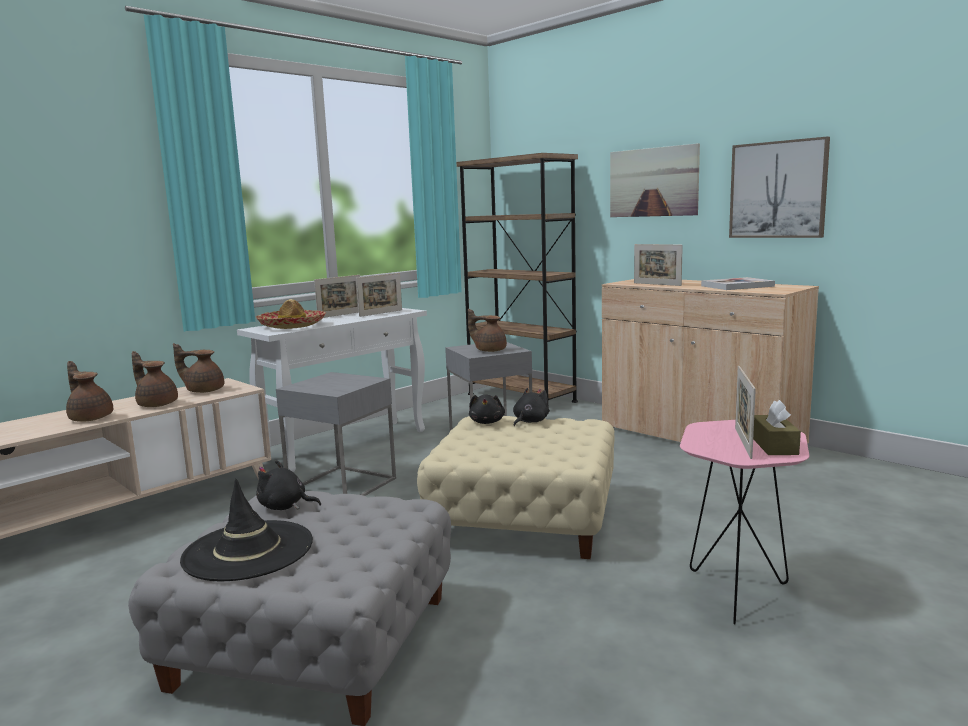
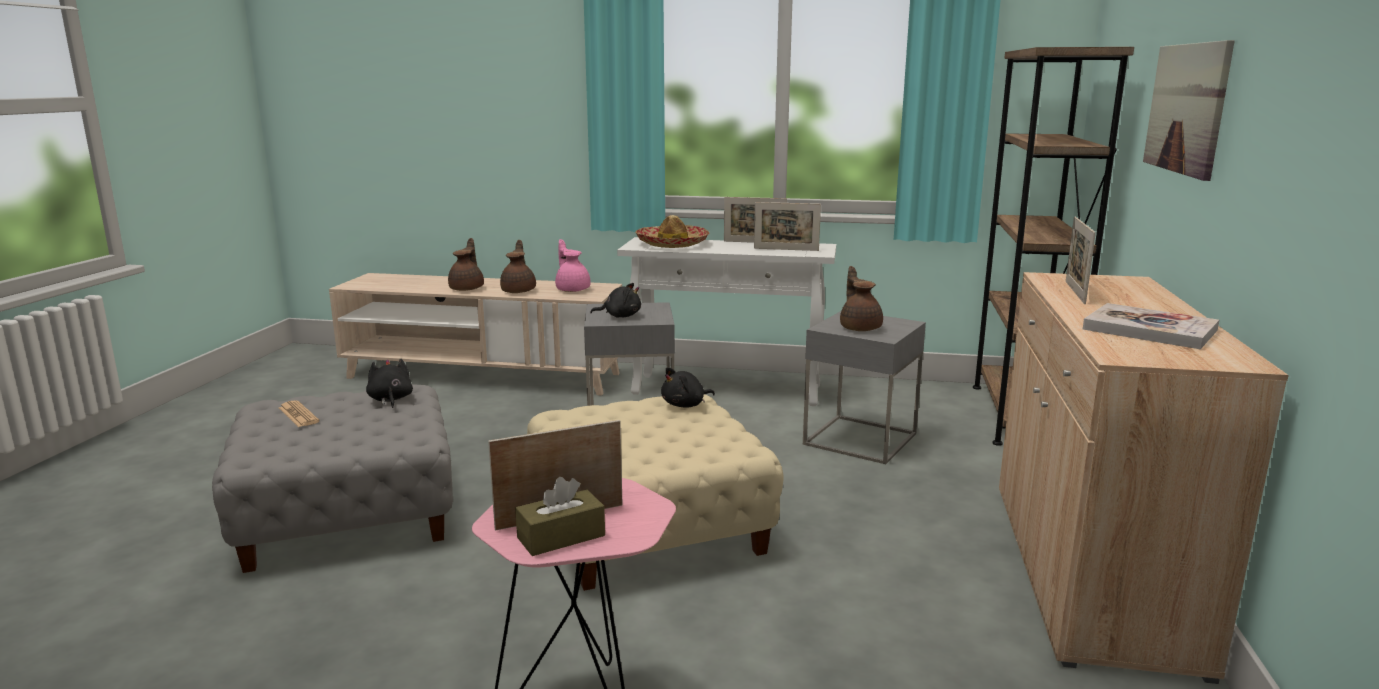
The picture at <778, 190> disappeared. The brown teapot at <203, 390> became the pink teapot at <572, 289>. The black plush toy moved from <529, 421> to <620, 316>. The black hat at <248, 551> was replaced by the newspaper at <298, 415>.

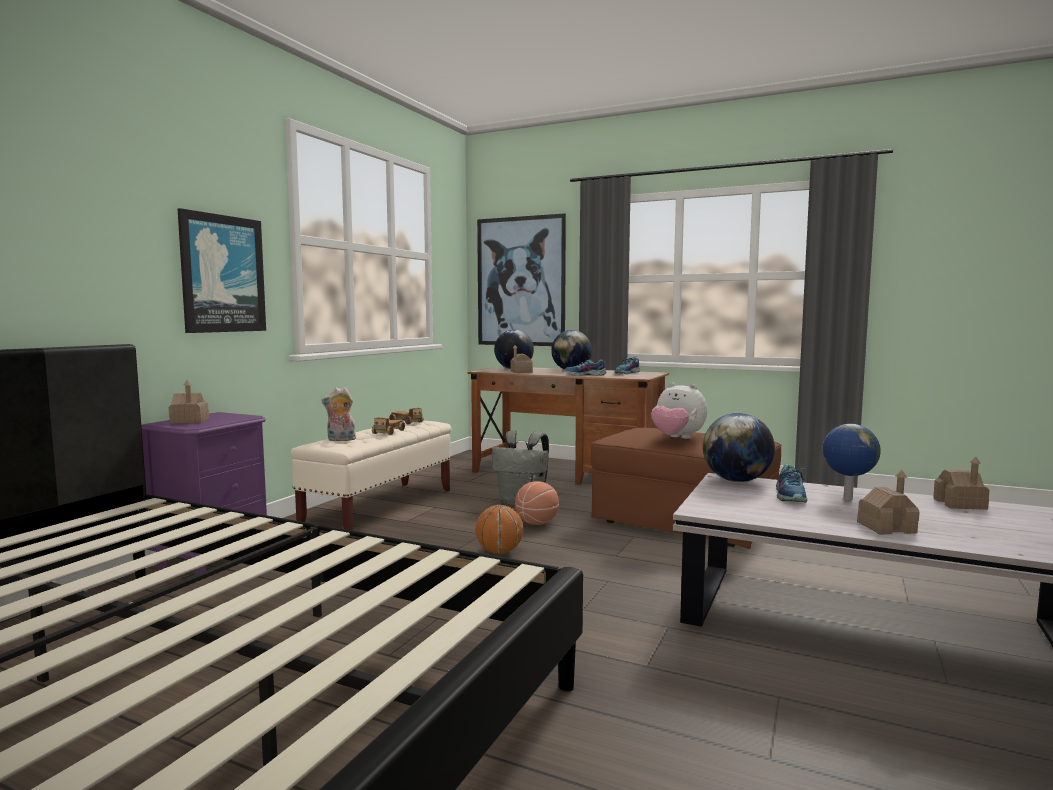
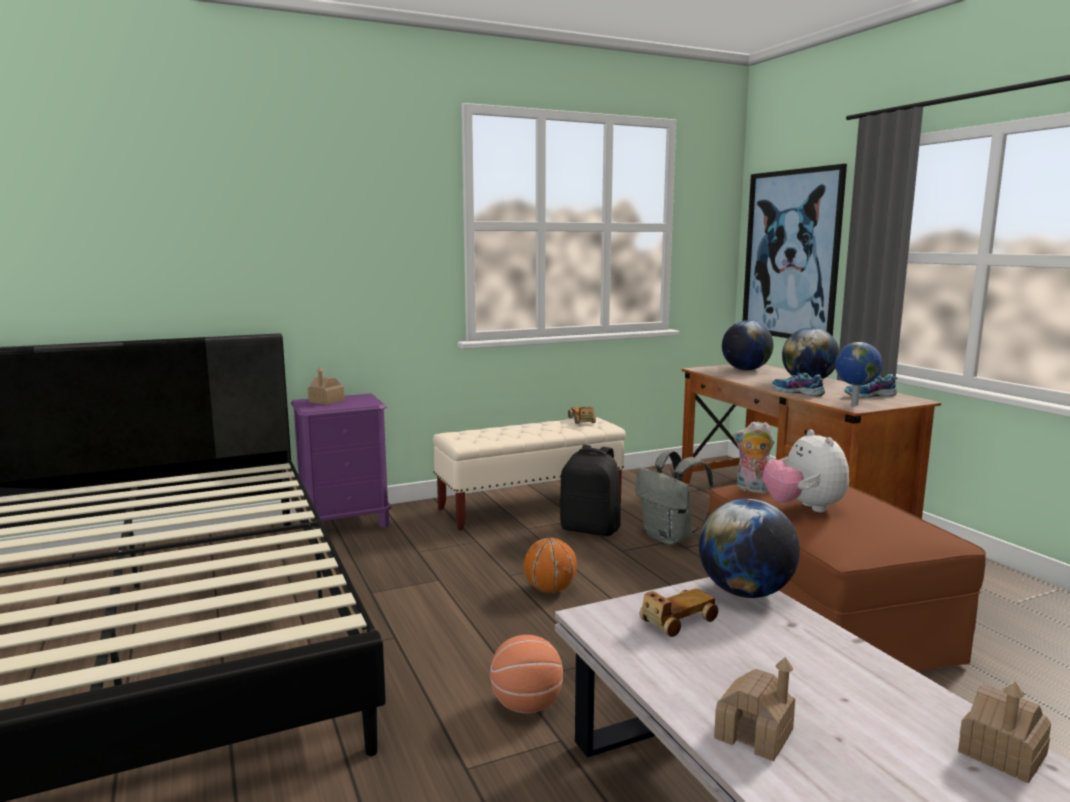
The picture at <222, 274> disappeared. The toy house at <521, 372> disappeared. The plush toy moved from <340, 440> to <753, 490>. The toy car moved from <388, 432> to <677, 621>. The globe moved from <847, 499> to <853, 404>. The shoe at <791, 496> disappeared. The basketball moved from <537, 523> to <527, 705>. The black backpack at <590, 529> appeared.

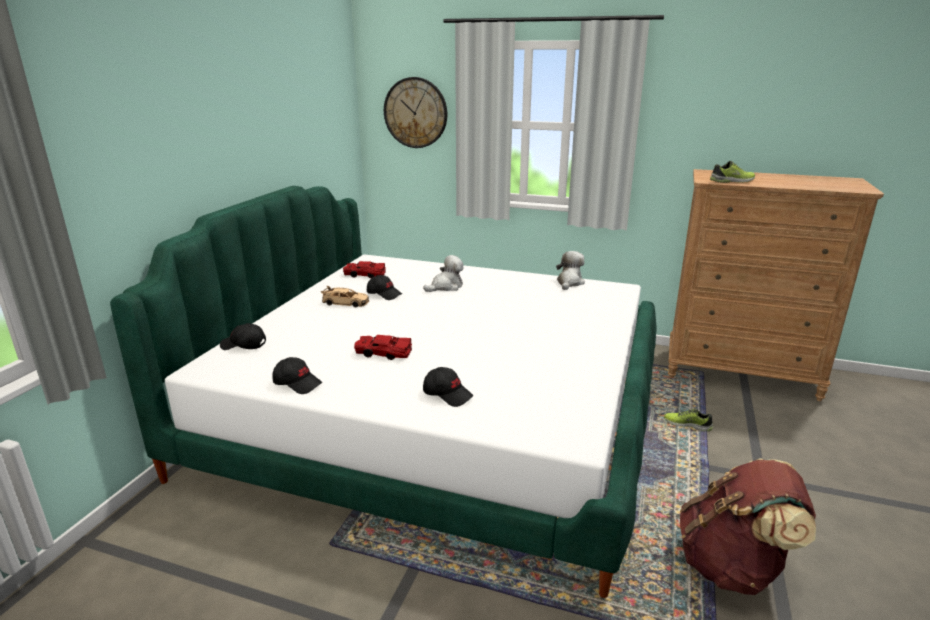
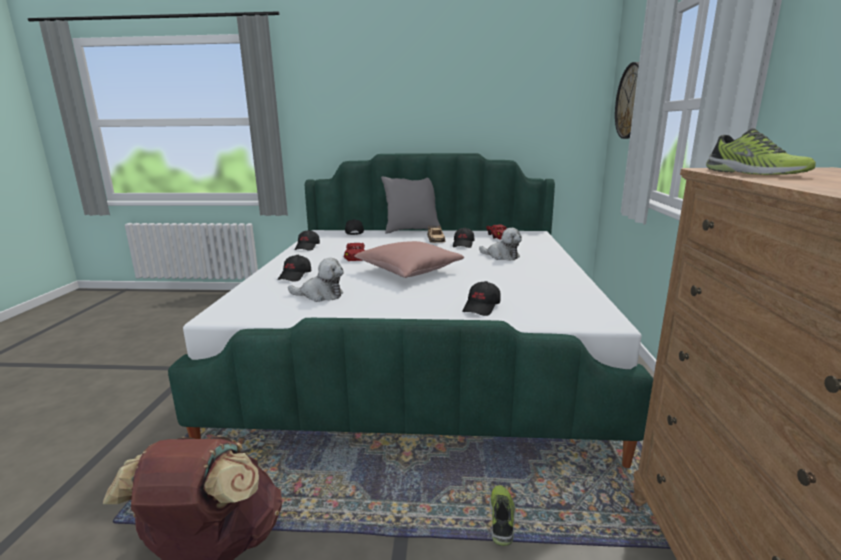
The plush toy moved from <569, 282> to <320, 295>. The grey pillow at <412, 230> appeared. The pink pillow at <409, 271> appeared. The black cap at <482, 307> appeared.

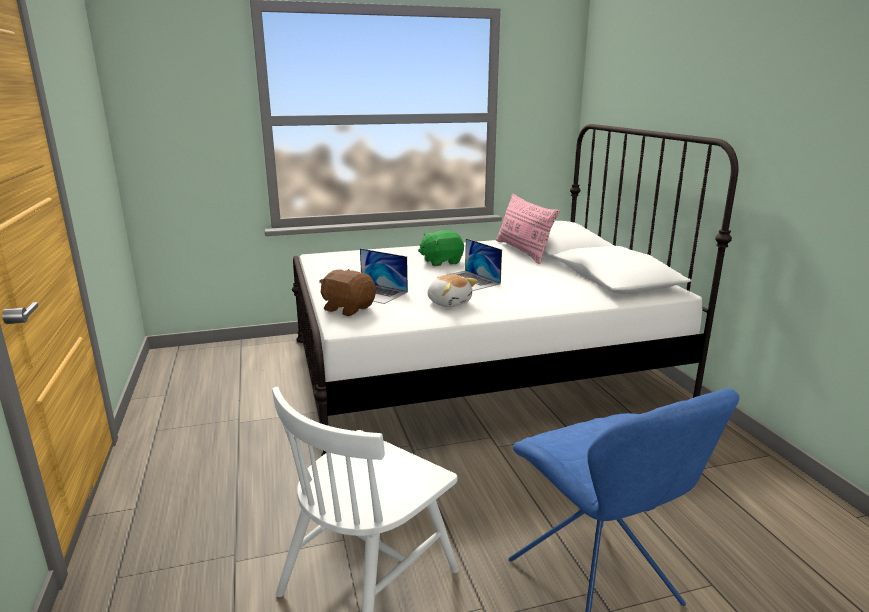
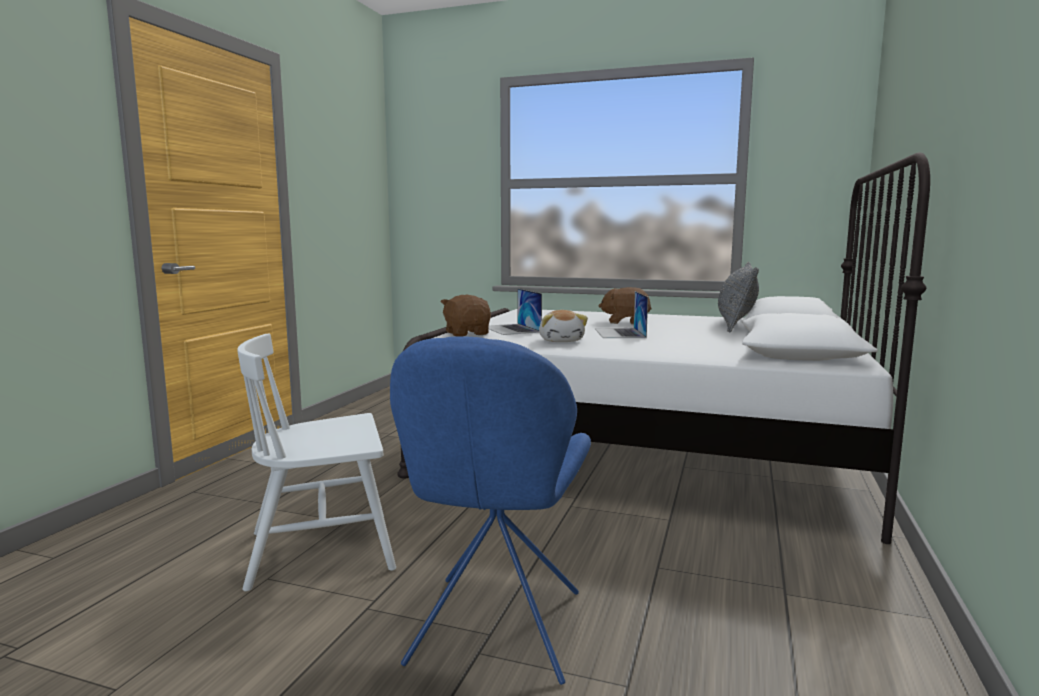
The pink pillow at <522, 251> became the grey pillow at <736, 325>. The green plush toy at <441, 262> became the brown plush toy at <625, 322>.

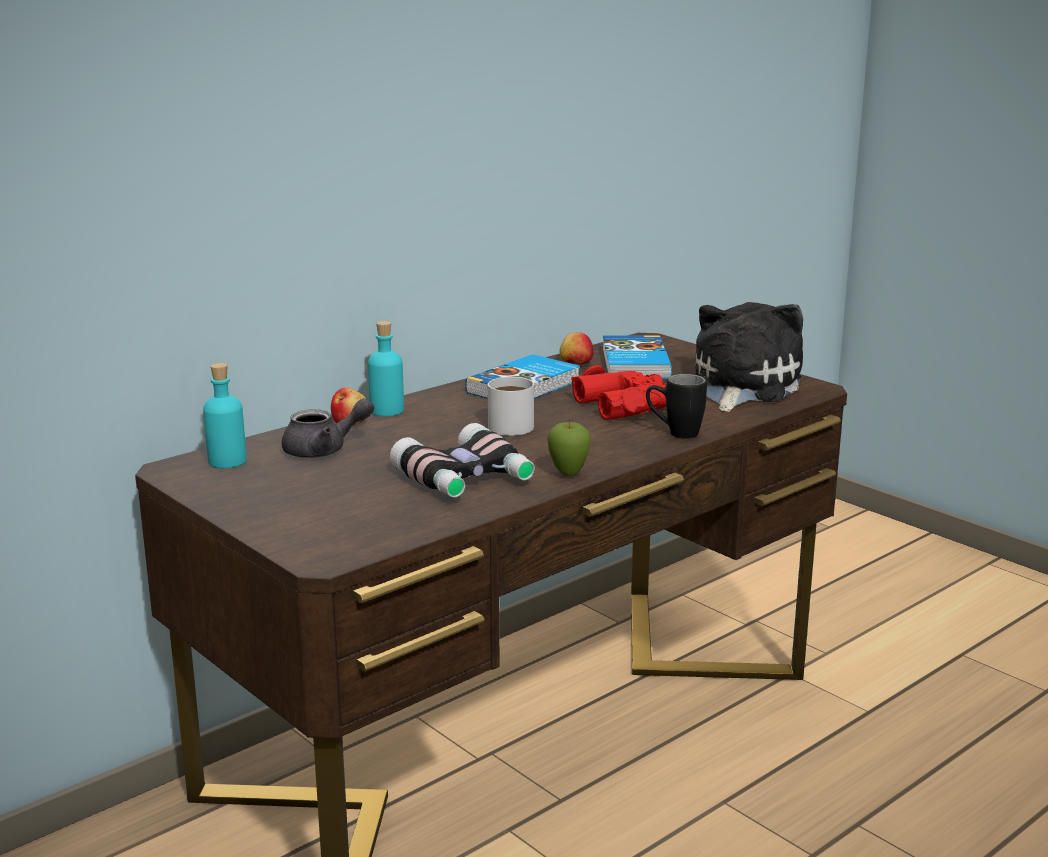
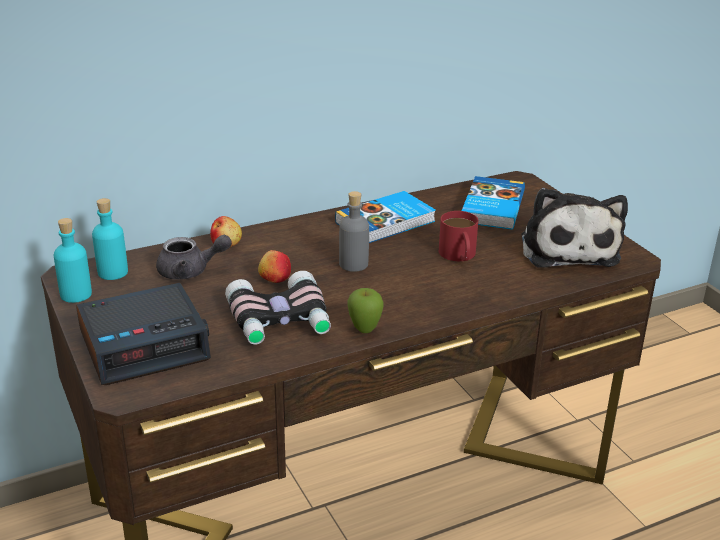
The plush toy at <740, 387> turned 135 degrees clockwise. The turquoise bottle moved from <387, 410> to <76, 294>. The apple moved from <576, 364> to <275, 279>. The red binoculars at <627, 405> was replaced by the red mug at <459, 256>. The black mug at <674, 433> disappeared. The white mug at <514, 424> was replaced by the grey bottle at <353, 264>. The alarm clock at <145, 344> appeared.

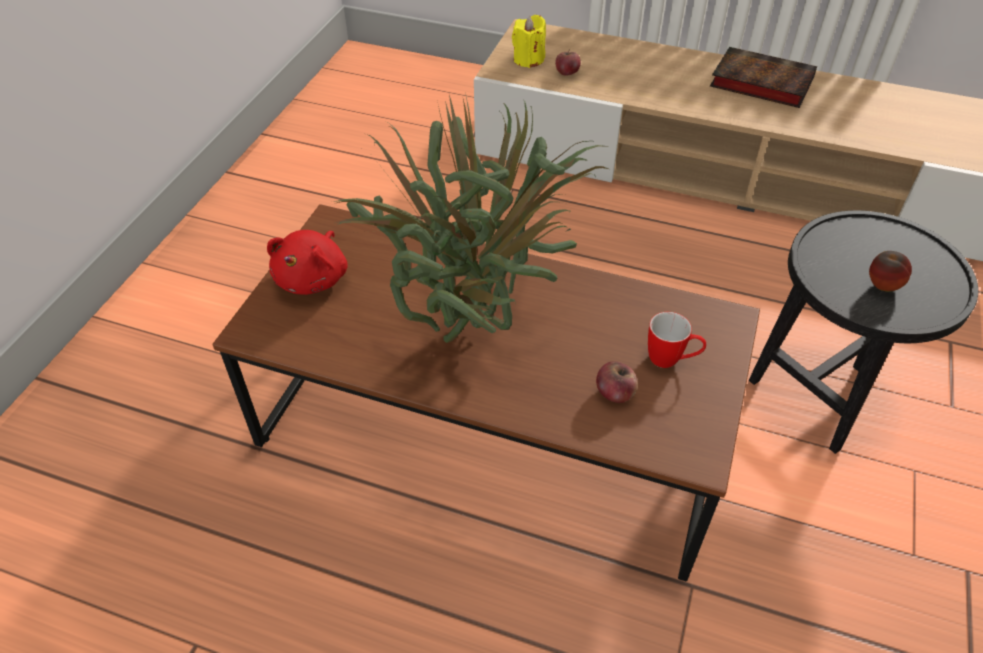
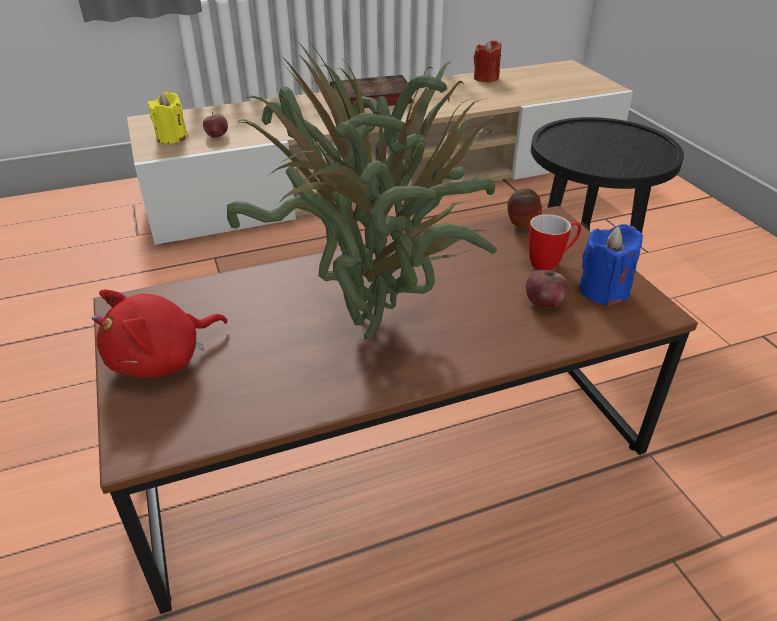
The red plush toy at <314, 278> turned 75 degrees clockwise. The apple moved from <881, 287> to <521, 227>. The red candle at <486, 78> appeared. The blue candle at <603, 291> appeared.

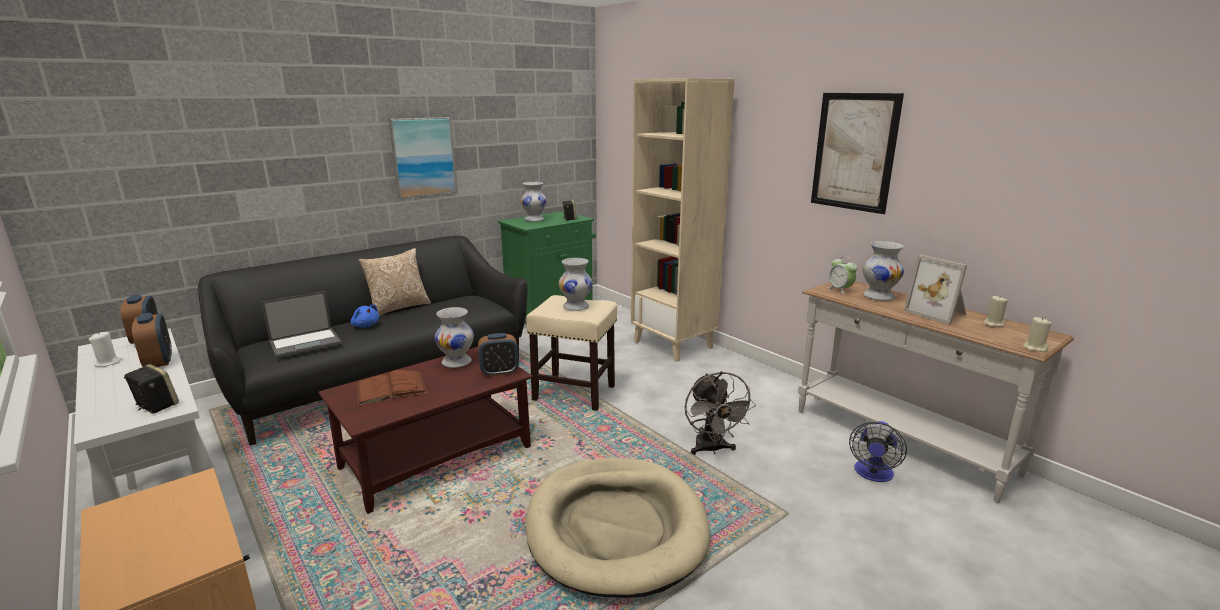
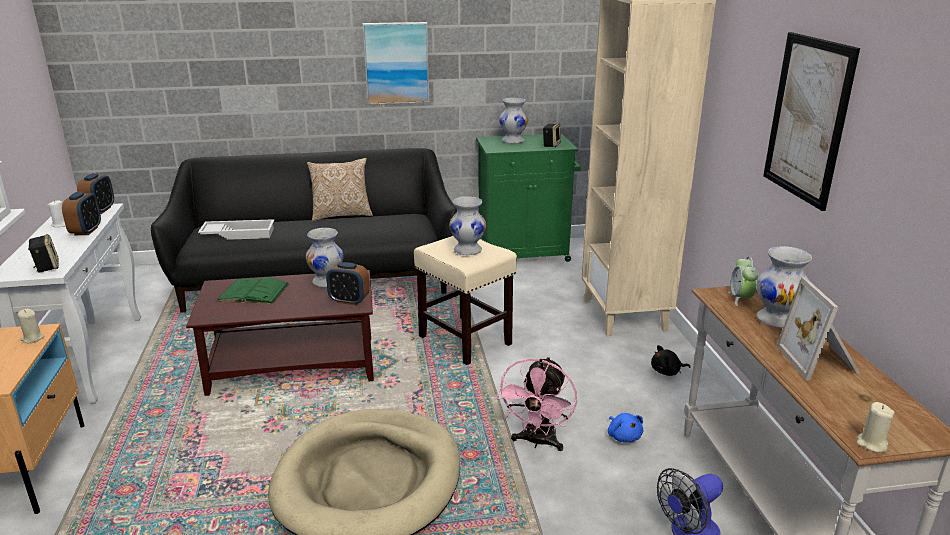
The laptop at <306, 343> was replaced by the white tray at <239, 234>. The beige candle moved from <993, 324> to <32, 339>. The blue plush toy moved from <365, 325> to <623, 436>. The brown book at <391, 388> became the green book at <253, 292>. The grey fan at <712, 449> became the pink fan at <537, 442>. The black plush toy at <667, 372> appeared.

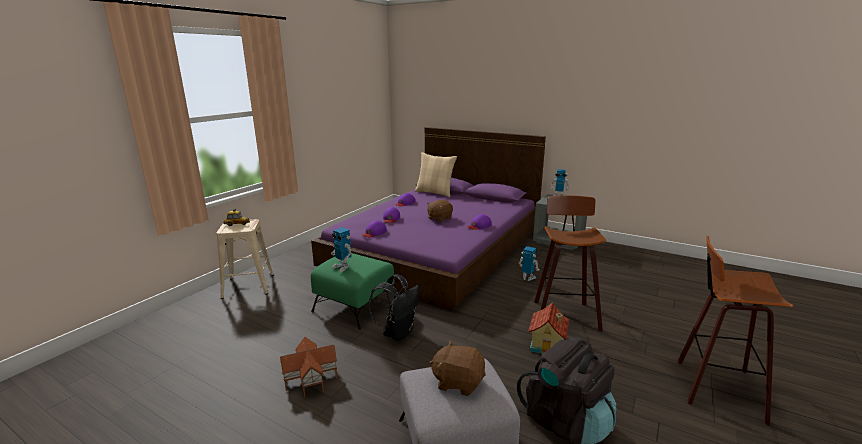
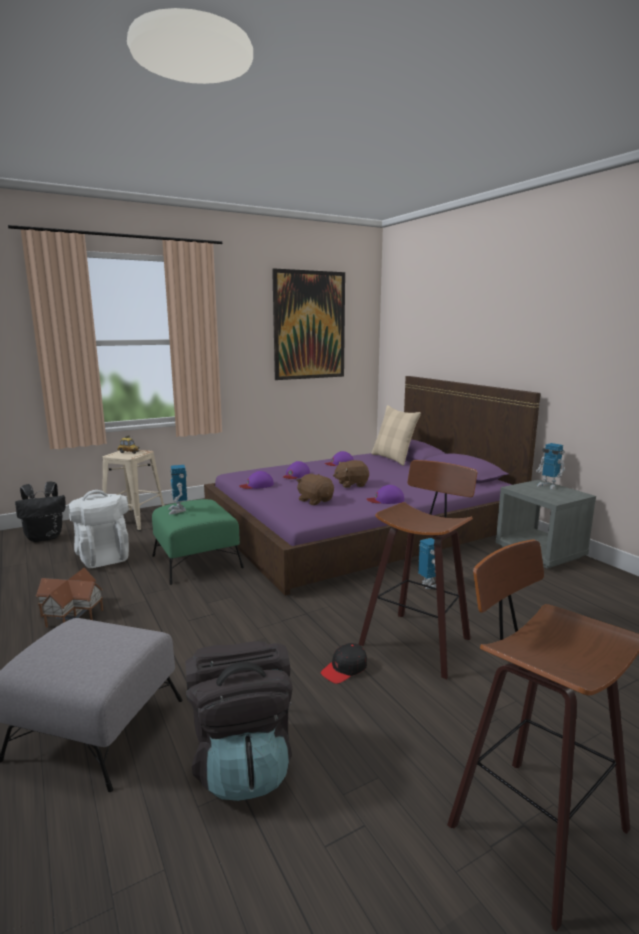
The black backpack moved from <398, 332> to <45, 537>. The toy house at <548, 345> was replaced by the black cap at <344, 669>. The brown plush toy moved from <458, 382> to <315, 500>. The picture at <309, 325> appeared. The white backpack at <103, 556> appeared.

